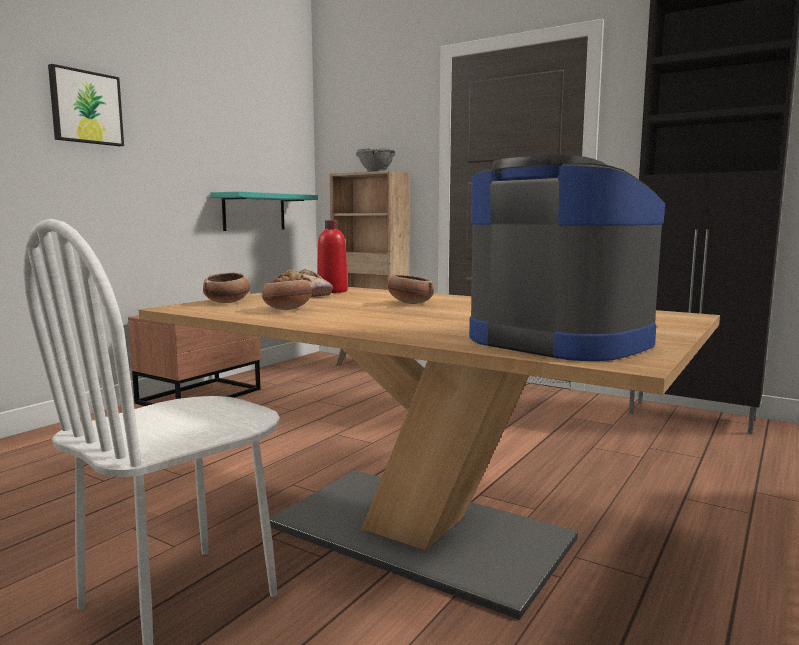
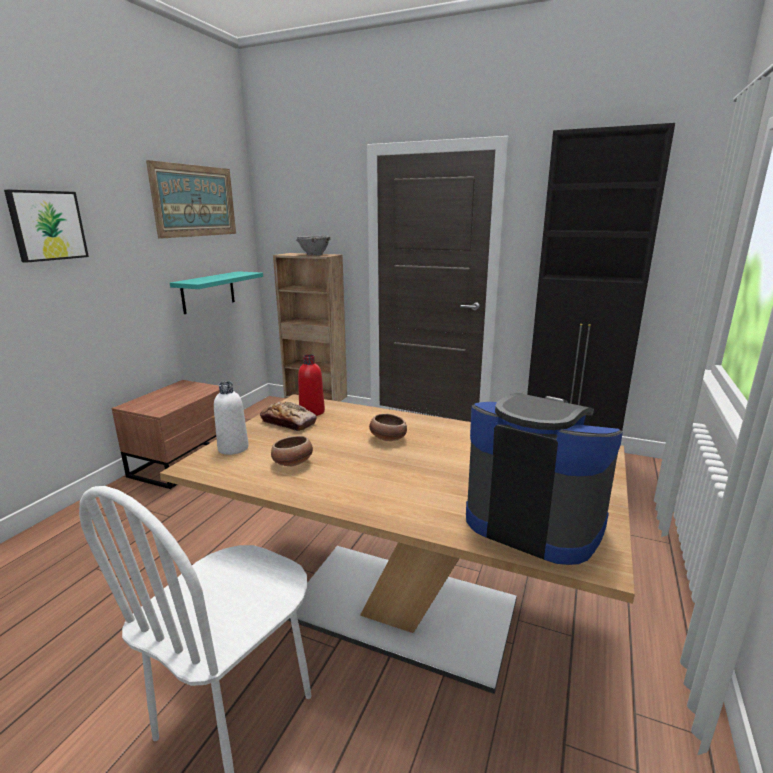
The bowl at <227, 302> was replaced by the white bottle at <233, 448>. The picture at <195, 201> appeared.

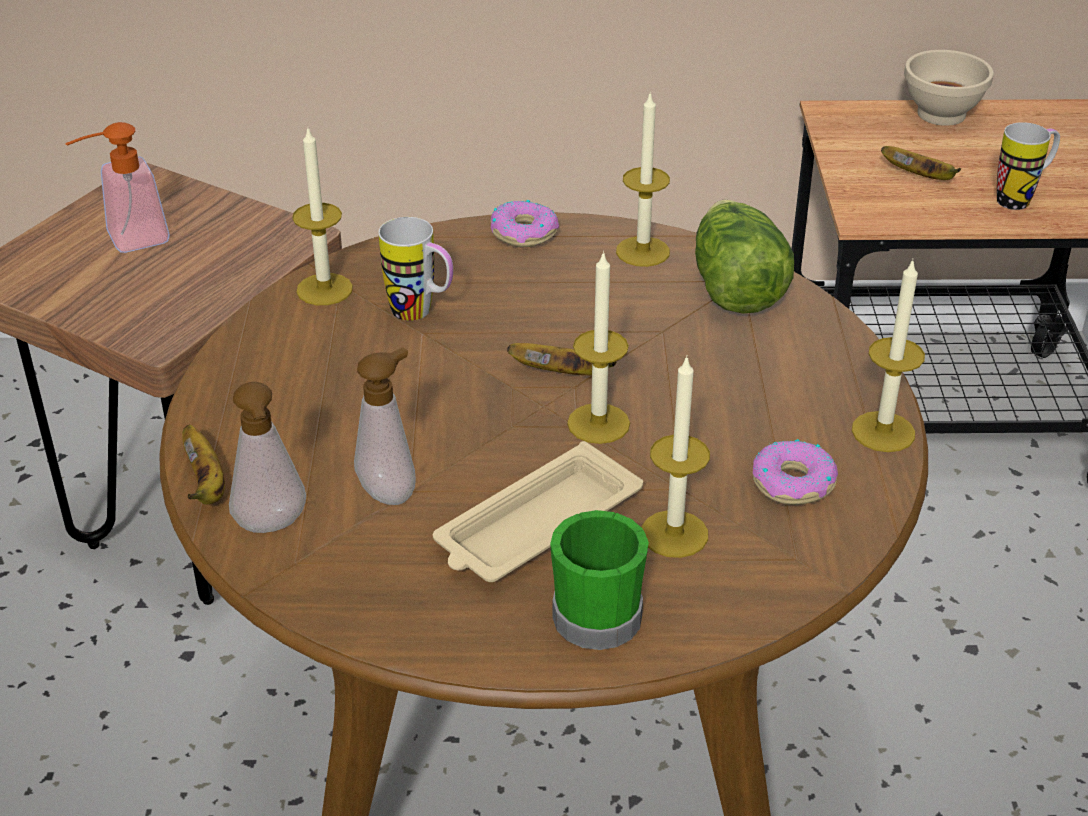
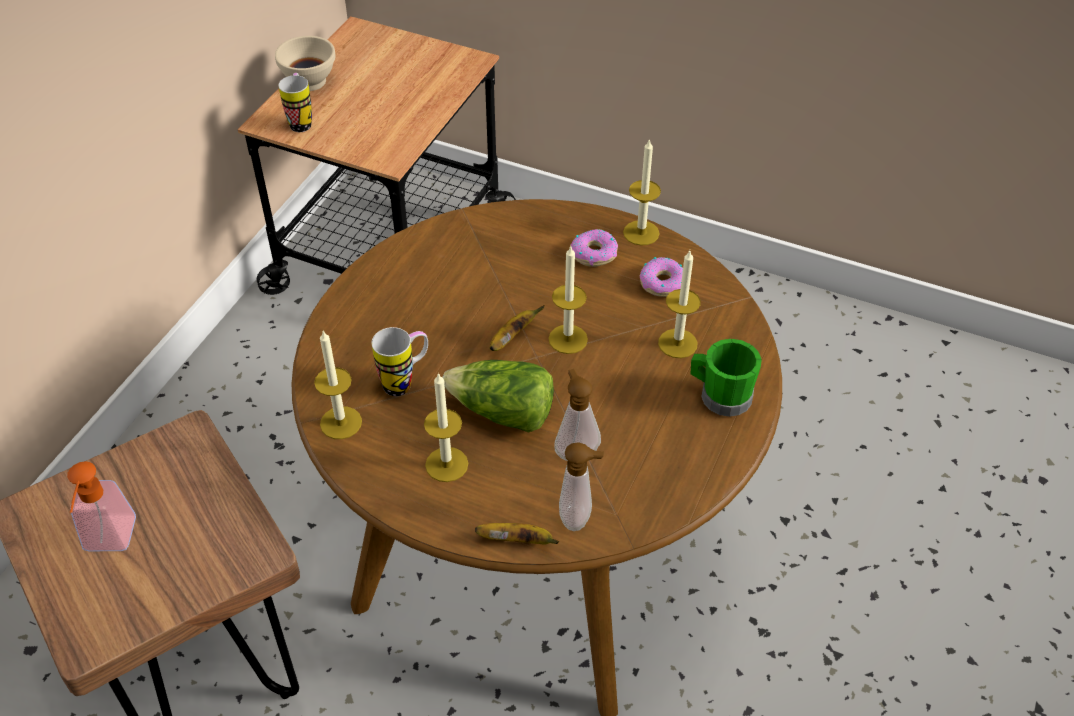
The candle moved from <642, 251> to <446, 464>. The mug moved from <1021, 199> to <301, 121>. The banana at <920, 176> disappeared. The donut moved from <524, 233> to <593, 253>. The lettuce moved from <735, 286> to <503, 413>. The beige tray at <536, 526> disappeared.

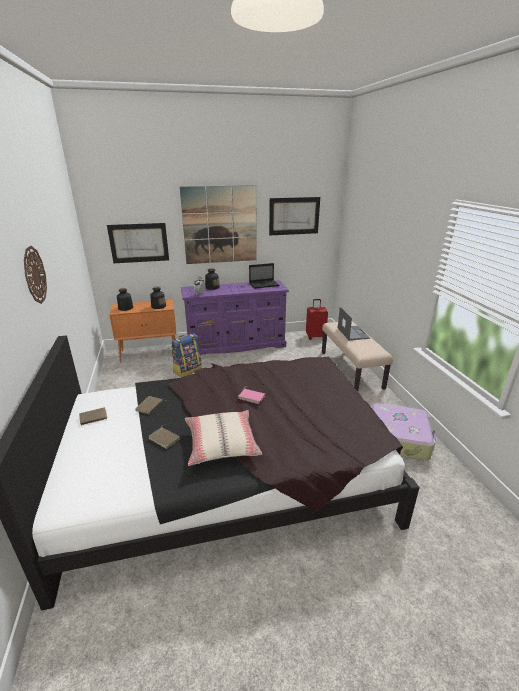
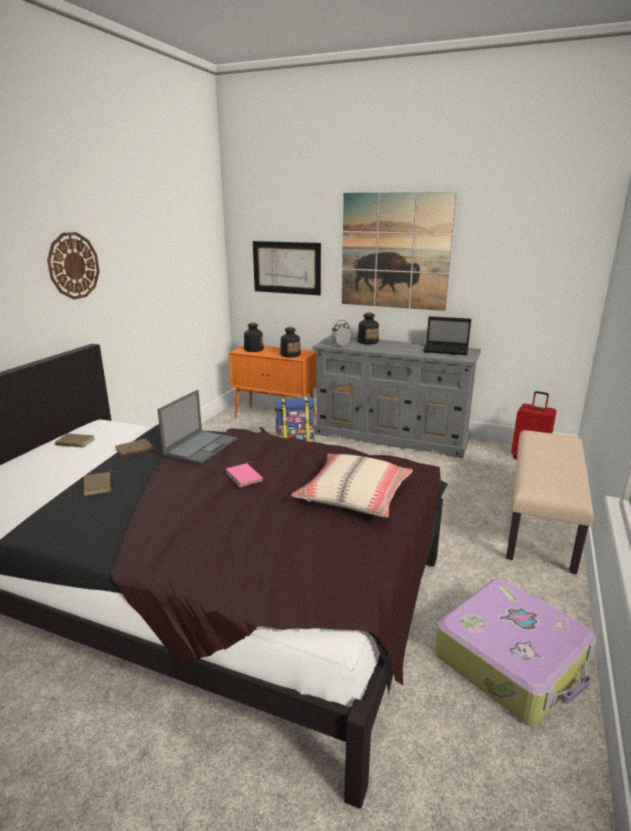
The picture at <294, 216> disappeared. The purple dresser at <236, 345> became the grey dresser at <392, 436>. The laptop moved from <352, 333> to <201, 446>. The beige pillow moved from <221, 443> to <354, 495>.

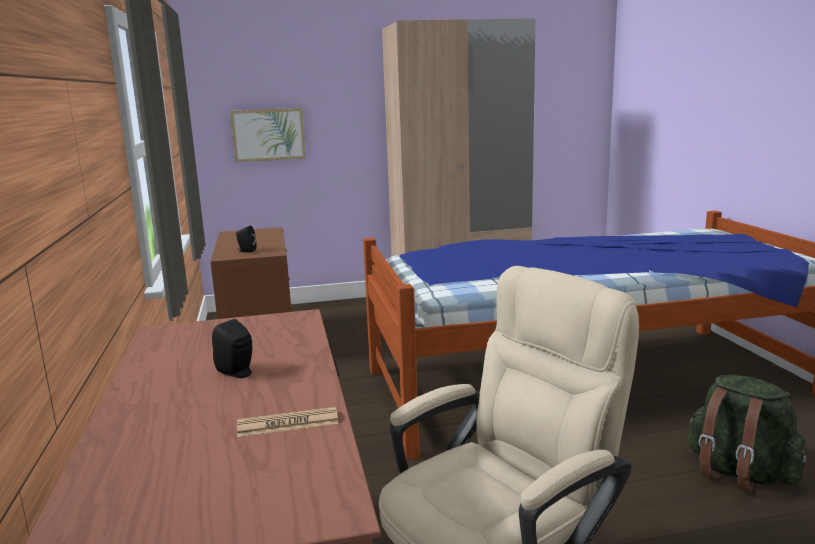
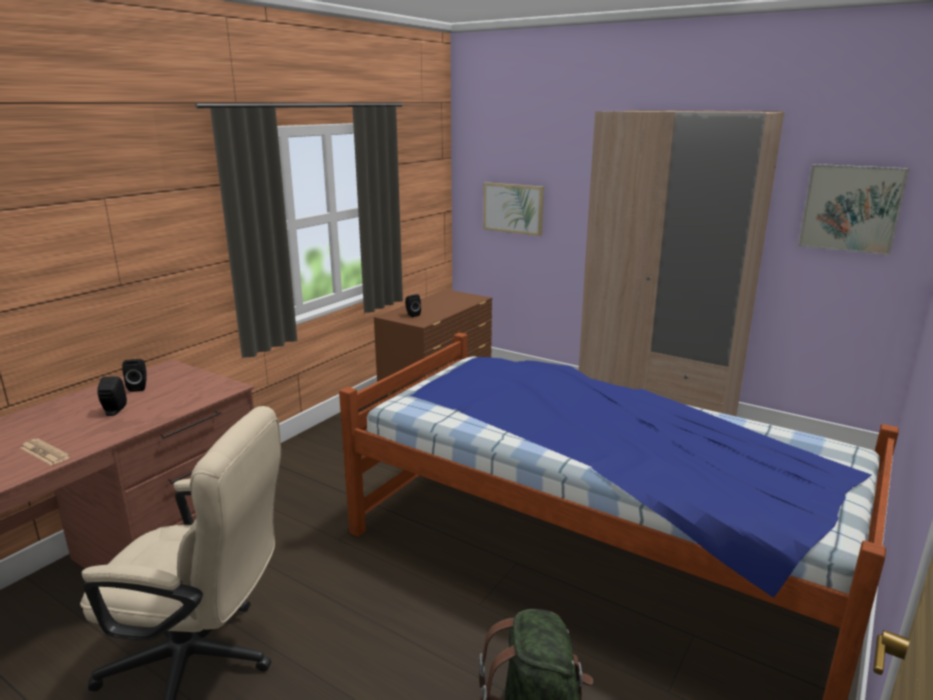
The picture at <851, 208> appeared. The black speaker at <139, 387> appeared.

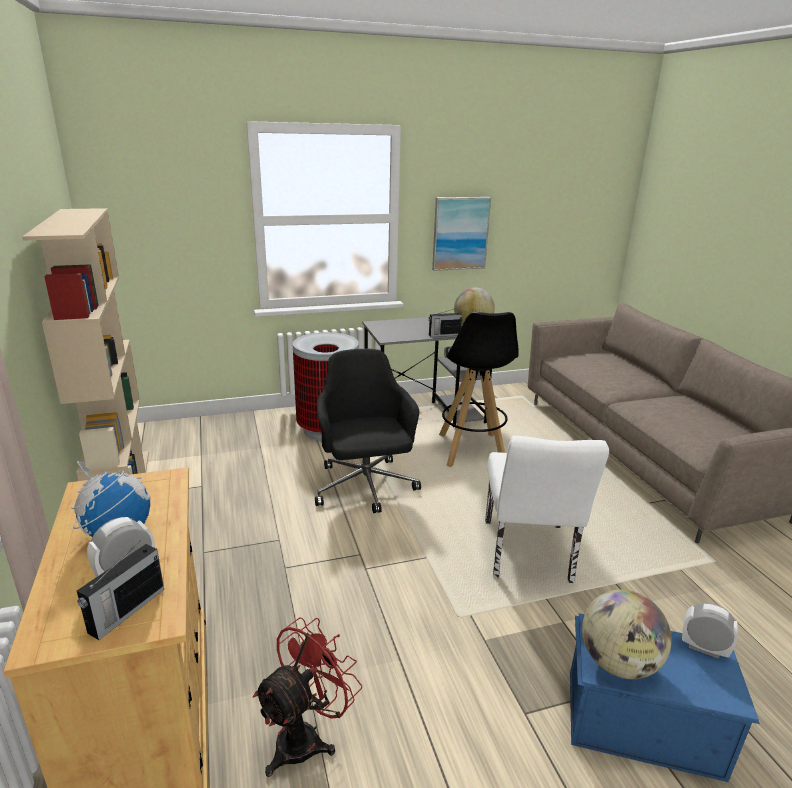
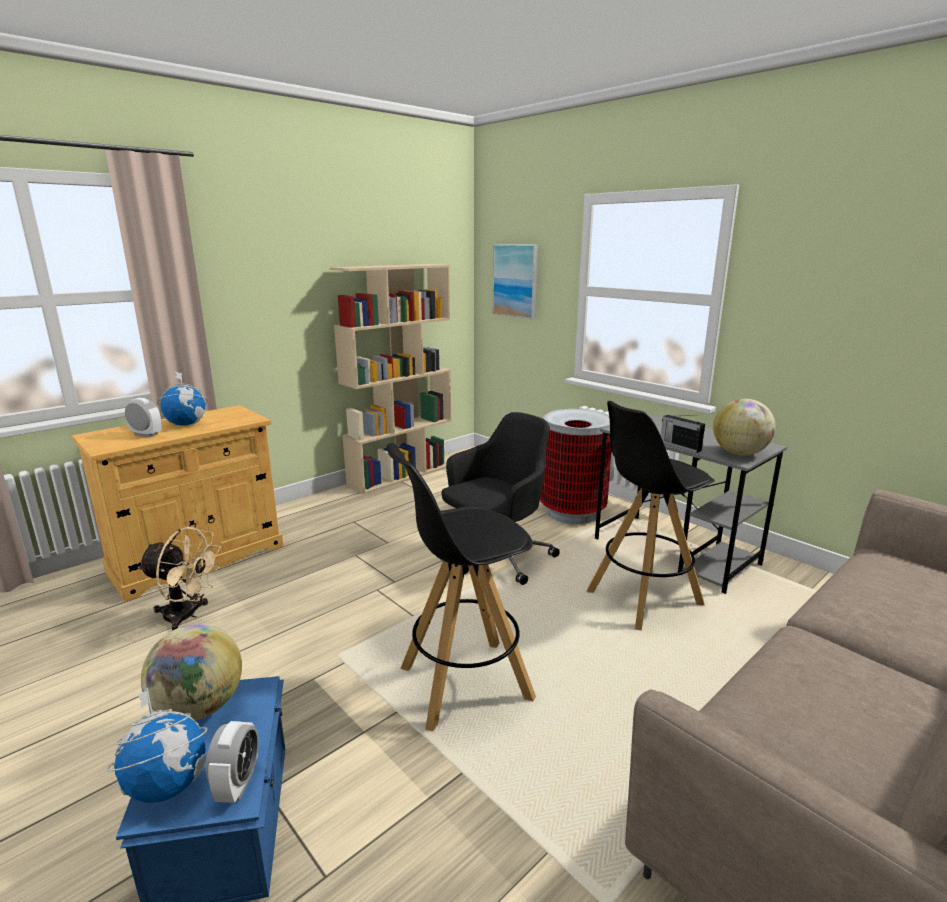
The picture moved from <460, 233> to <515, 280>. The white chair at <528, 556> was replaced by the black stool at <463, 683>. The radio at <125, 611> disappeared. The red fan at <306, 737> became the beige fan at <187, 616>. The globe at <168, 784> appeared.

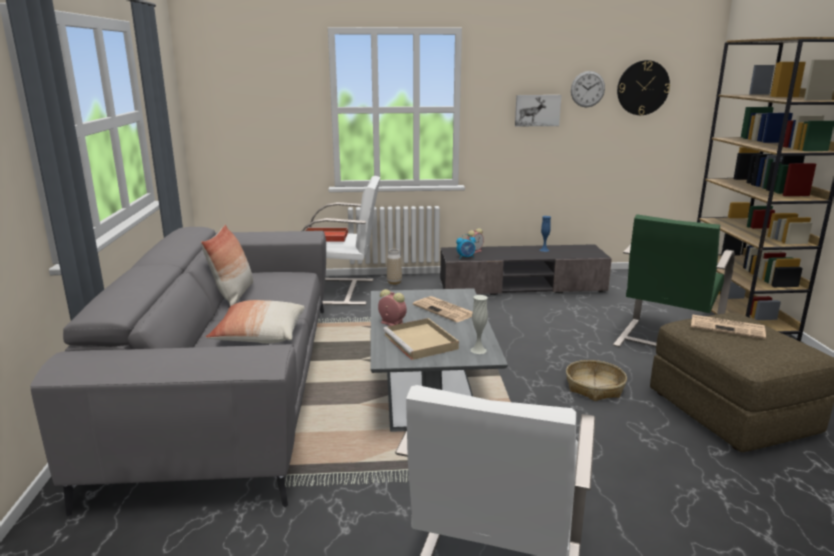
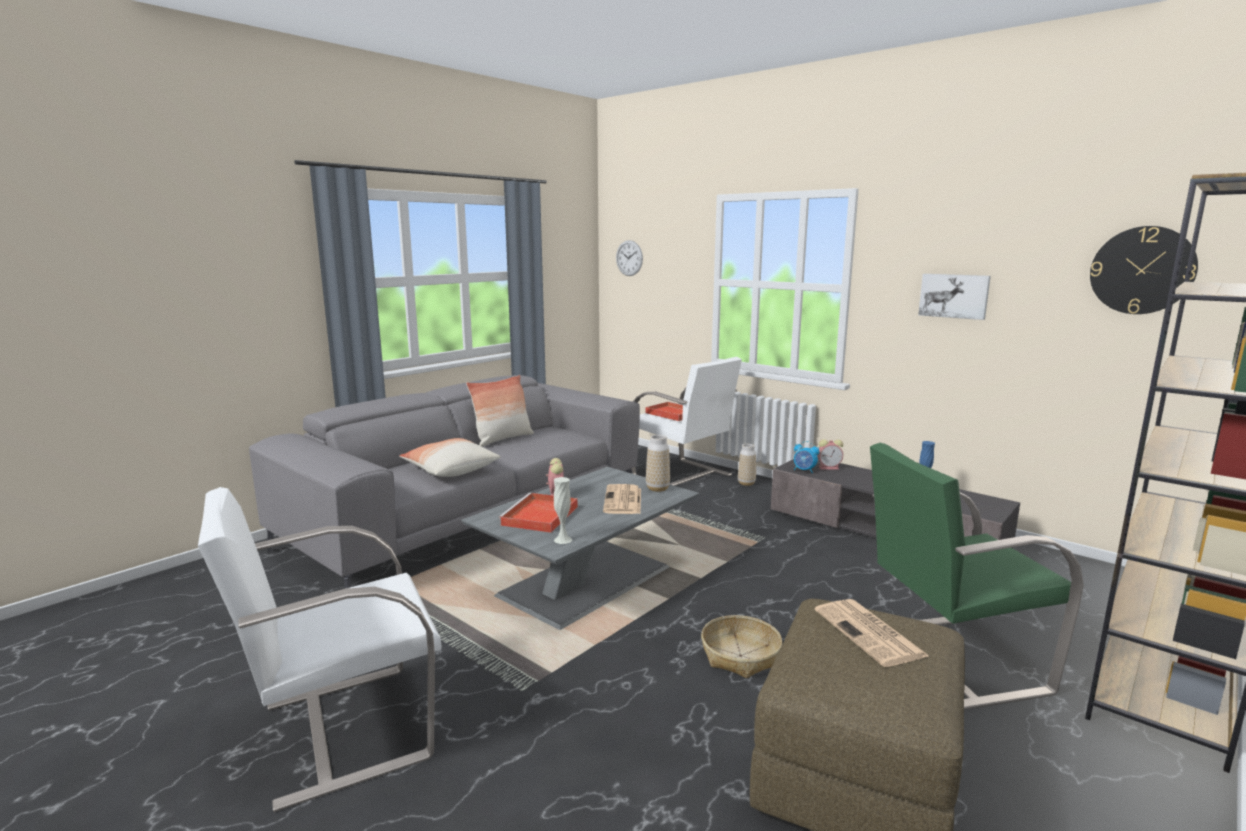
The wall clock moved from <587, 89> to <629, 258>. The beige tray at <421, 342> became the red tray at <539, 516>. The vase at <657, 488> appeared.

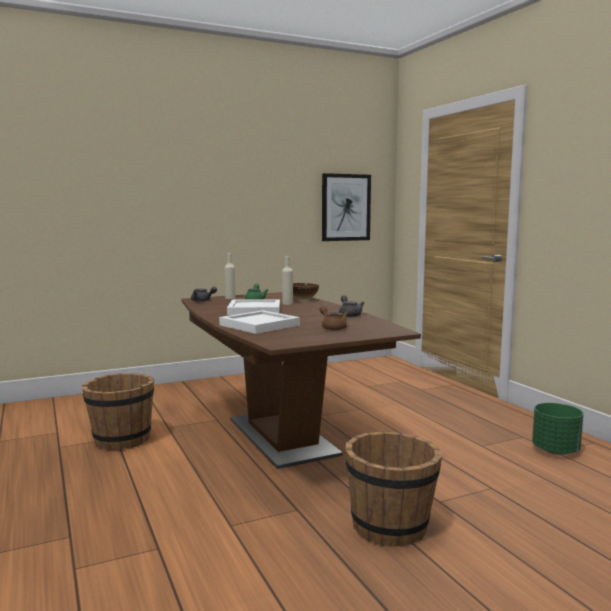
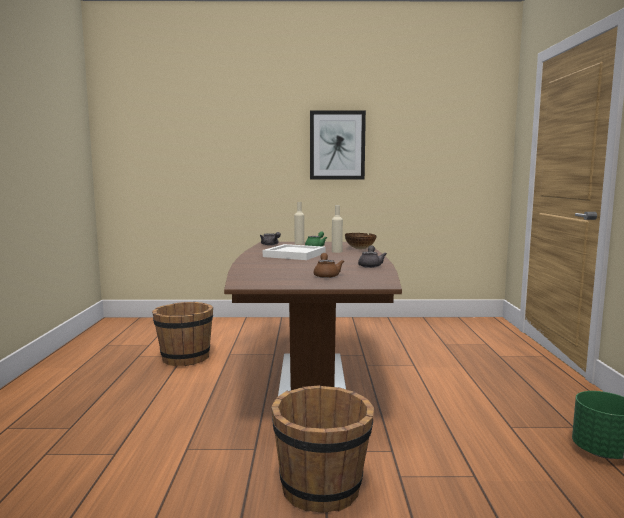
The picture moved from <345, 207> to <337, 145>. The white tray at <258, 325> disappeared.

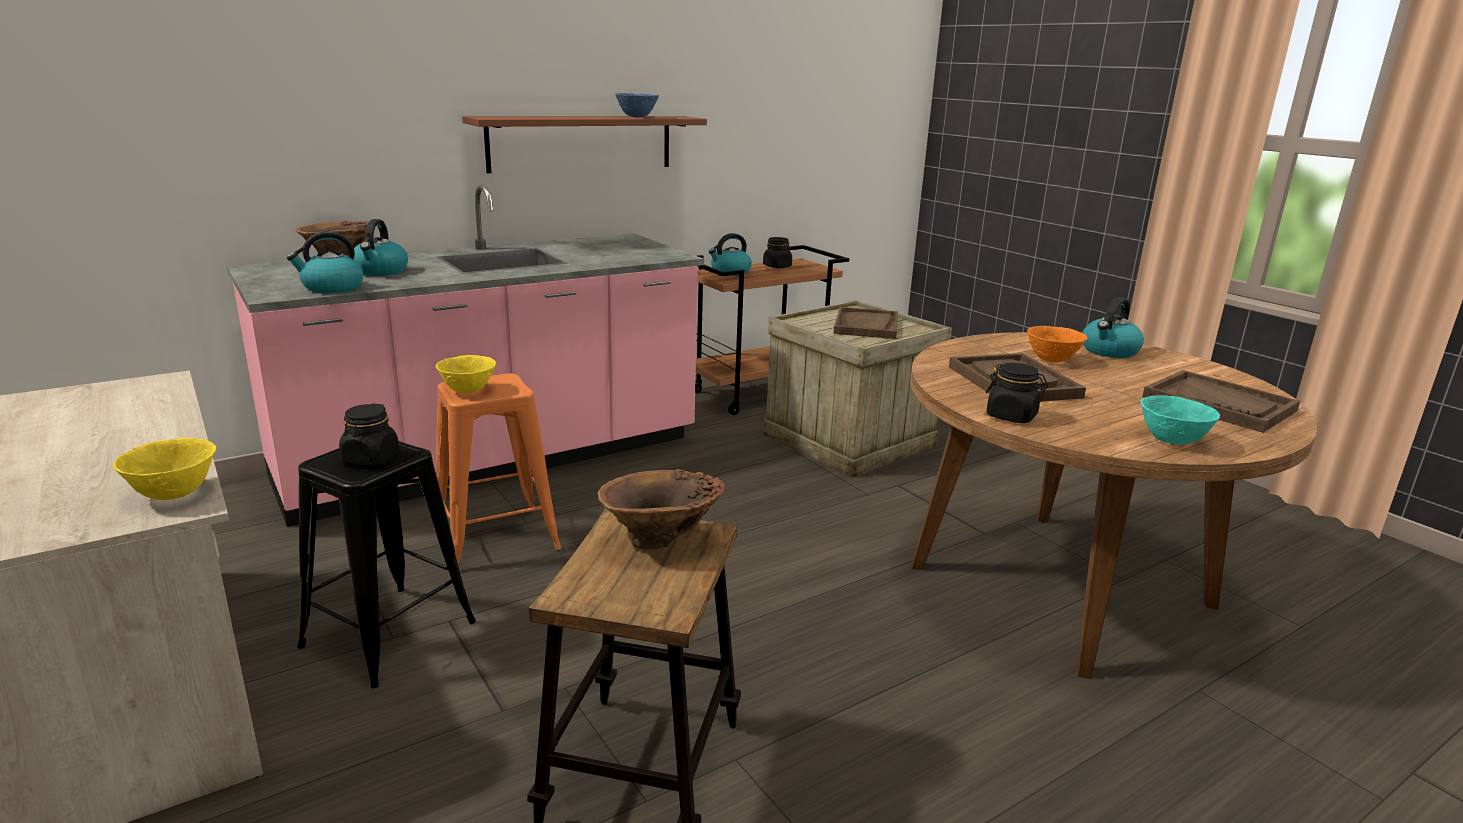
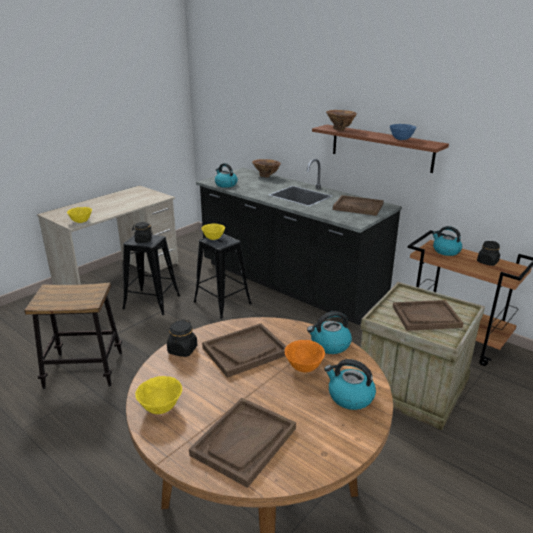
The pink counter at <494, 460> became the black counter at <289, 283>. The kettle moved from <380, 271> to <329, 345>. The orange stool at <496, 539> became the black stool at <222, 303>. The turquoise bowl at <1171, 440> became the yellow bowl at <161, 408>. The brown vase moved from <662, 542> to <340, 130>. The brown tray at <358, 207> appeared.

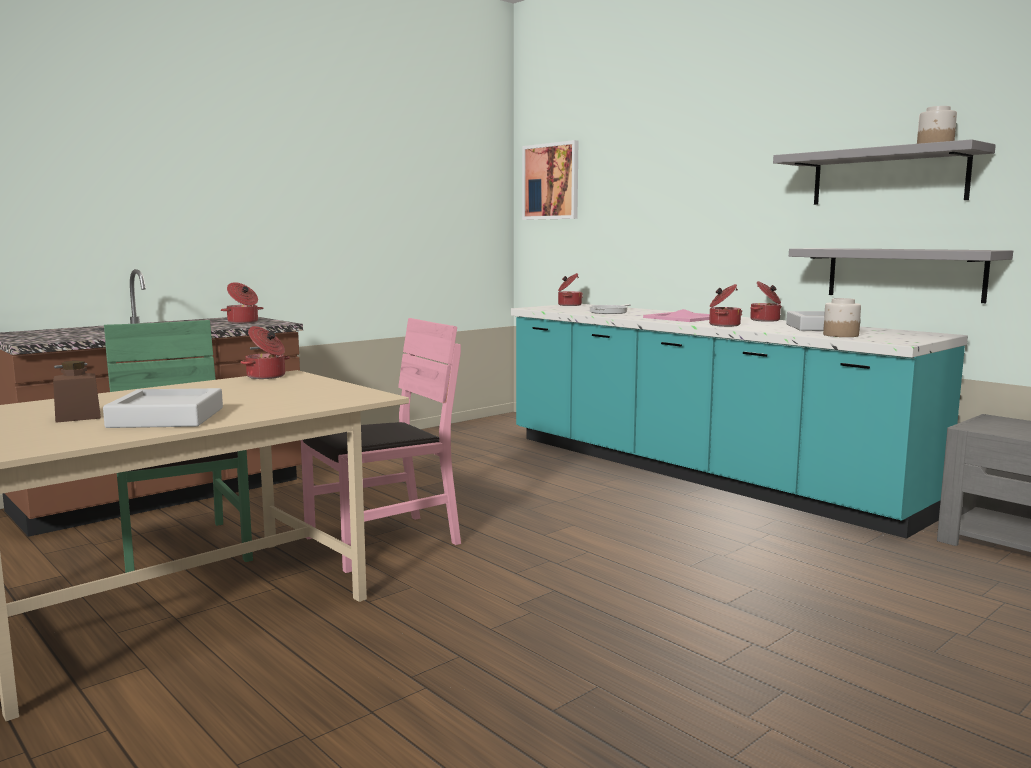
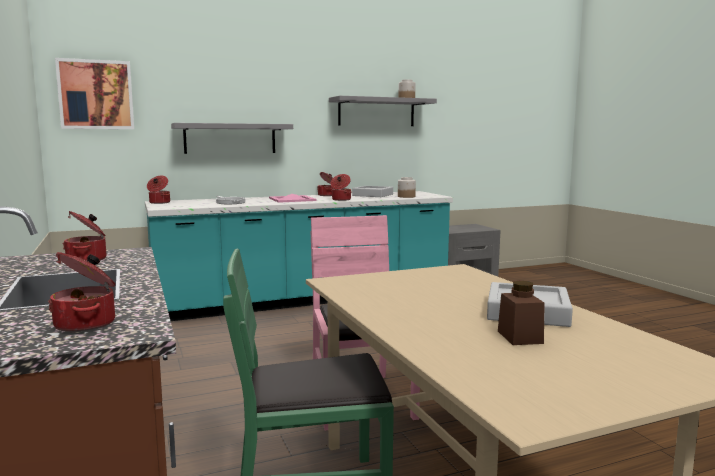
The grey shelf moved from <904, 274> to <230, 138>. The cooking pot moved from <266, 376> to <87, 323>.

